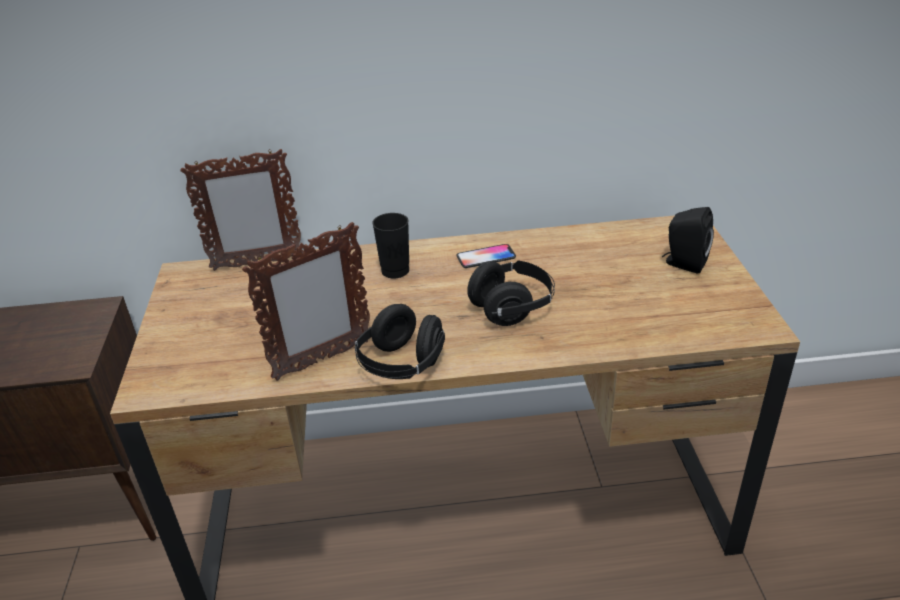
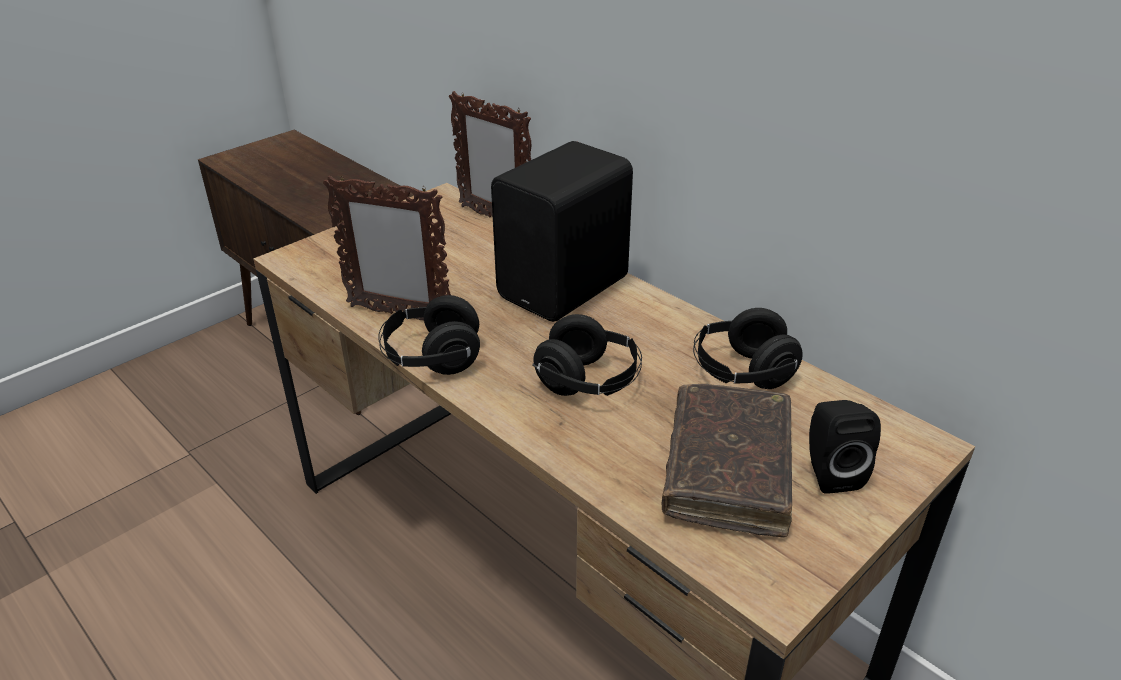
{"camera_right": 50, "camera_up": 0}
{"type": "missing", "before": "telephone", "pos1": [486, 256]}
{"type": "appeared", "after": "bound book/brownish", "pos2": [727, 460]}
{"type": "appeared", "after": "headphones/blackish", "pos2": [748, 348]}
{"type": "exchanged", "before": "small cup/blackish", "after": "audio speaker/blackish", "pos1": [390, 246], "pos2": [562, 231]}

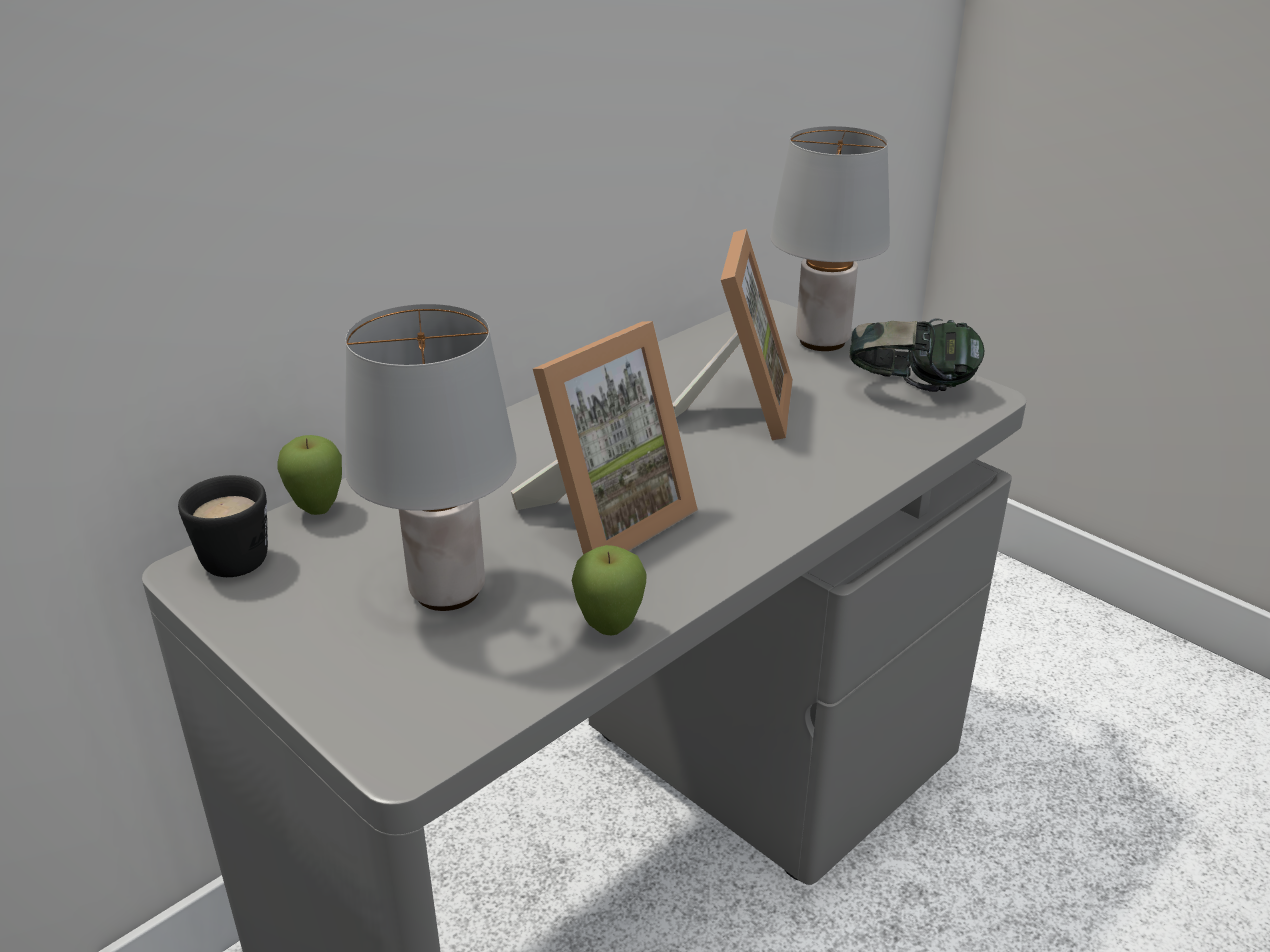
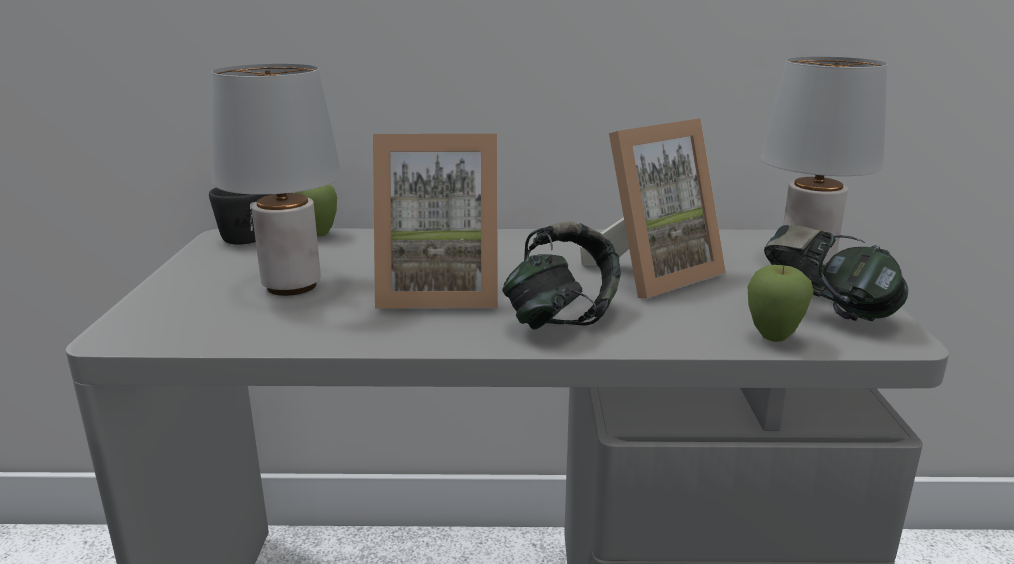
{"camera_right": 45, "camera_up": -10}
{"type": "appeared", "after": "headphones", "pos2": [561, 276]}
{"type": "relocated", "before": "apple", "pos1": [609, 590], "pos2": [781, 303]}

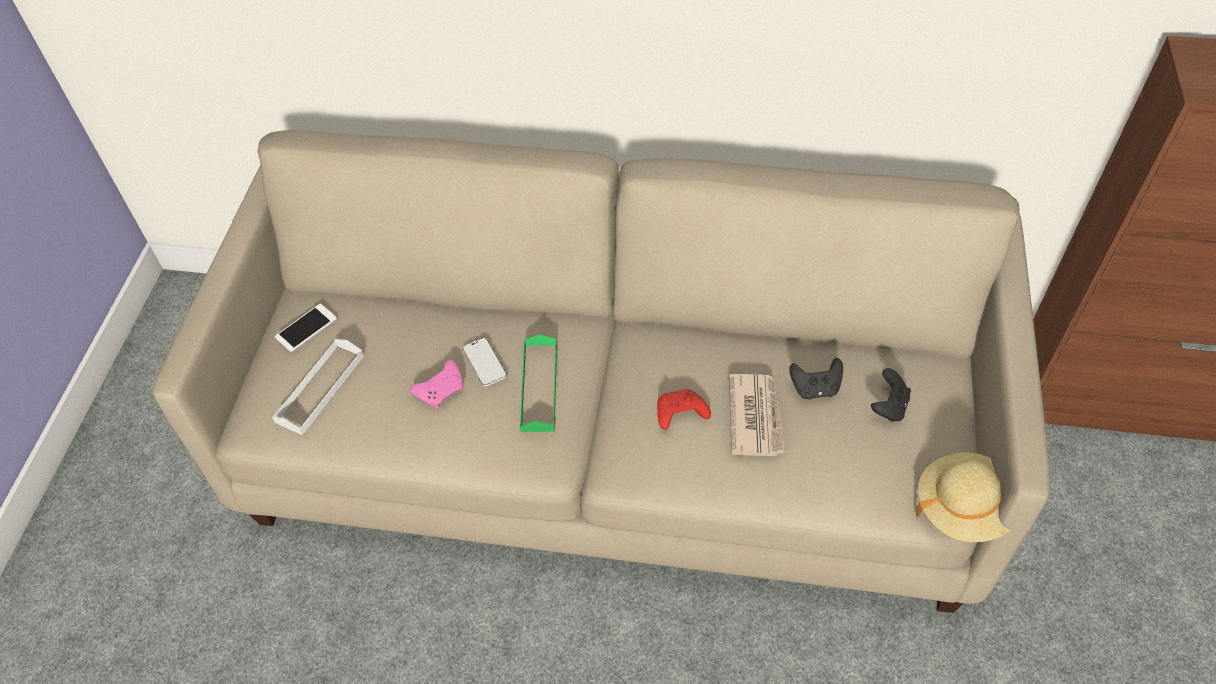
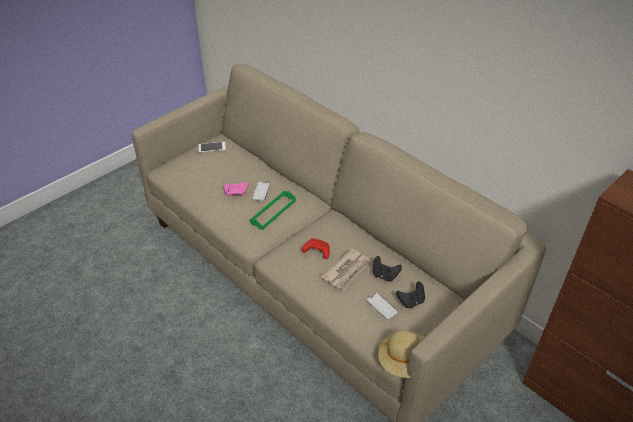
{"camera_right": 35, "camera_up": -10}
{"type": "missing", "before": "carrying tray/white-coloured", "pos1": [318, 387]}
{"type": "appeared", "after": "telephone", "pos2": [382, 306]}

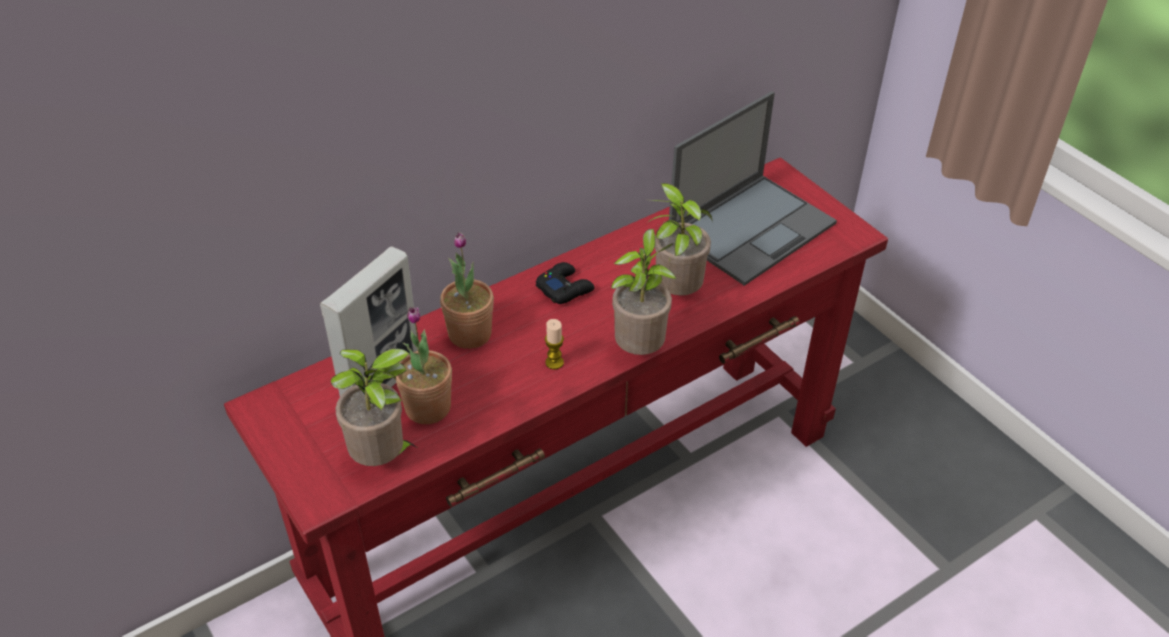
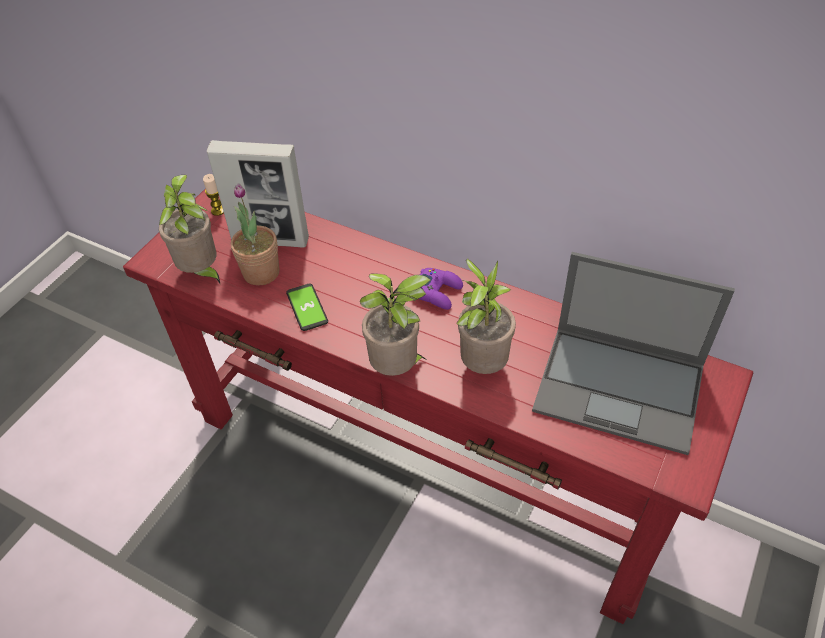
{"camera_right": 65, "camera_up": 5}
{"type": "missing", "before": "houseplant", "pos1": [467, 290]}
{"type": "appeared", "after": "telephone", "pos2": [307, 307]}
{"type": "relocated", "before": "wax candle", "pos1": [554, 344], "pos2": [213, 195]}
{"type": "colour", "before": "game controller/blackish", "after": "game controller/purple-coloured", "pos1": [565, 283], "pos2": [441, 289]}

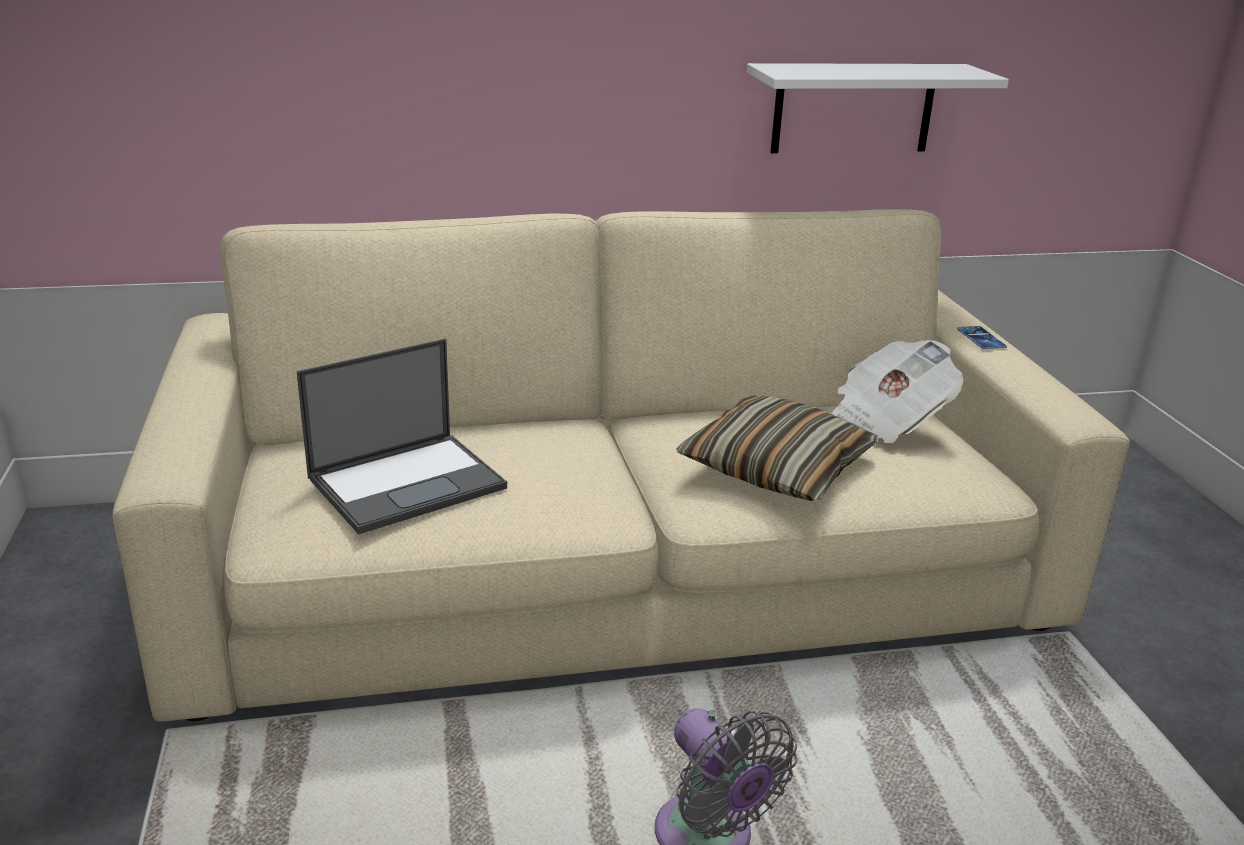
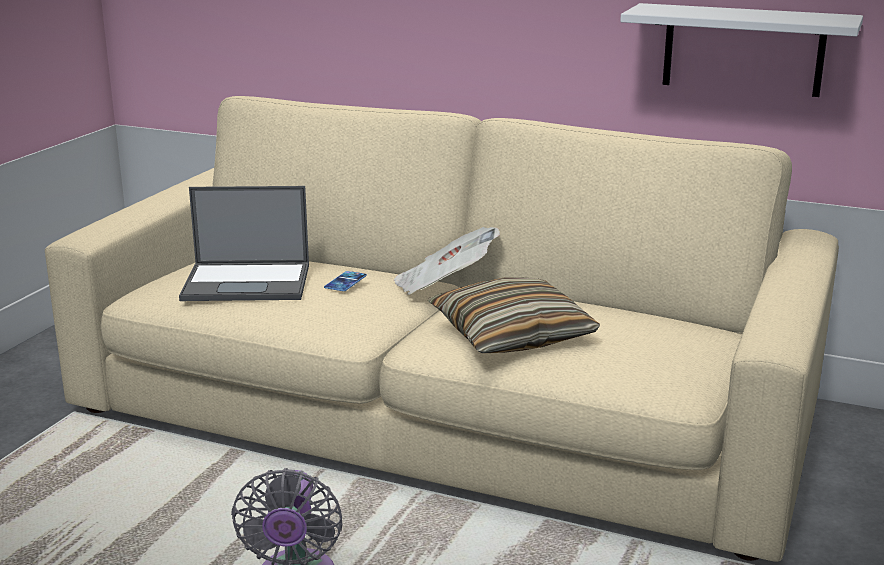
{"camera_right": 35, "camera_up": -5}
{"type": "relocated", "before": "printed paper", "pos1": [897, 391], "pos2": [447, 261]}
{"type": "relocated", "before": "telephone", "pos1": [982, 337], "pos2": [345, 281]}

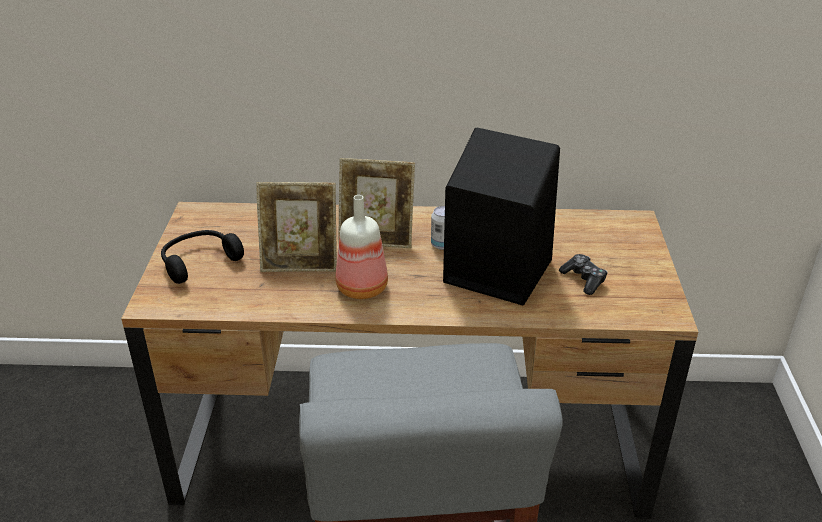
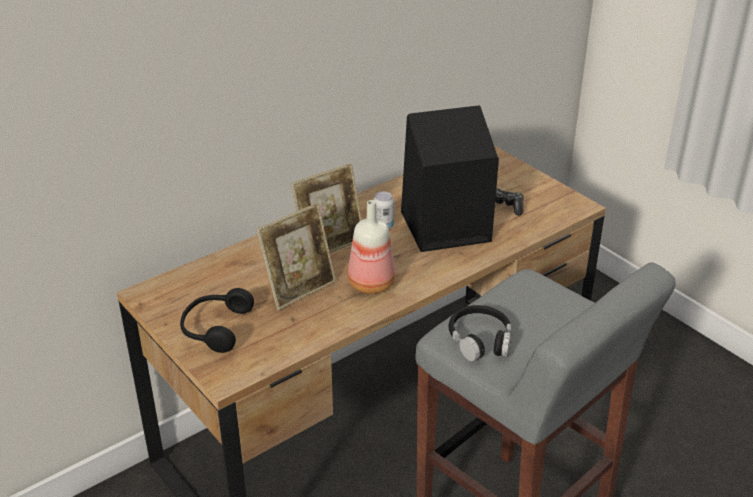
{"camera_right": -40, "camera_up": 0}
{"type": "appeared", "after": "headphones/blackish", "pos2": [480, 333]}

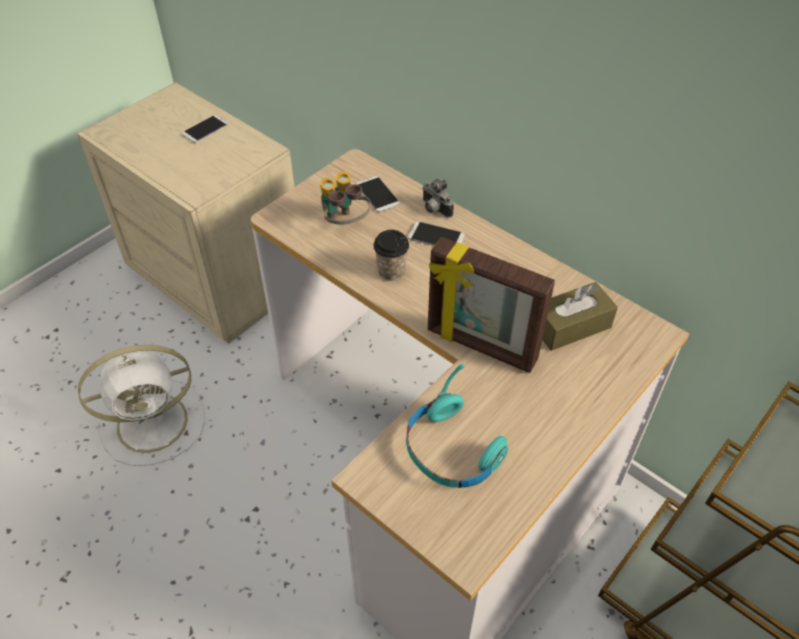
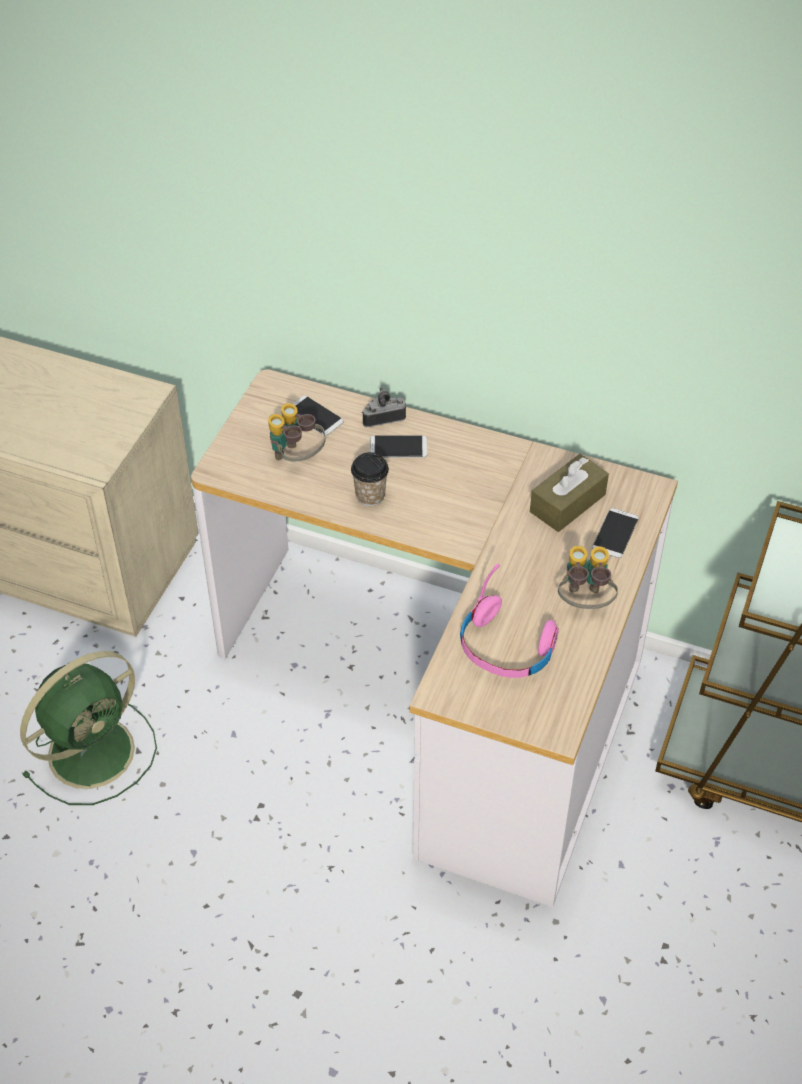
{"camera_right": -20, "camera_up": 0}
{"type": "missing", "before": "standing frame", "pos1": [491, 305]}
{"type": "appeared", "after": "binoculars", "pos2": [588, 577]}
{"type": "relocated", "before": "telephone", "pos1": [205, 129], "pos2": [615, 533]}
{"type": "colour", "before": "electric fan/white-coloured", "after": "electric fan/green-coloured", "pos1": [141, 405], "pos2": [88, 728]}
{"type": "colour", "before": "headphones/blue-green", "after": "headphones/pinkish", "pos1": [457, 426], "pos2": [509, 621]}
{"type": "spun", "before": "still camera", "pos1": [438, 198], "pos2": [384, 407], "turn": 135}

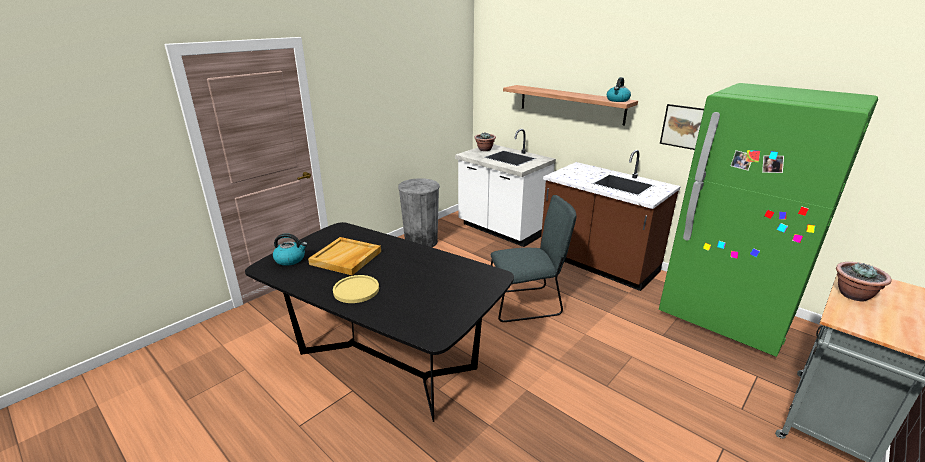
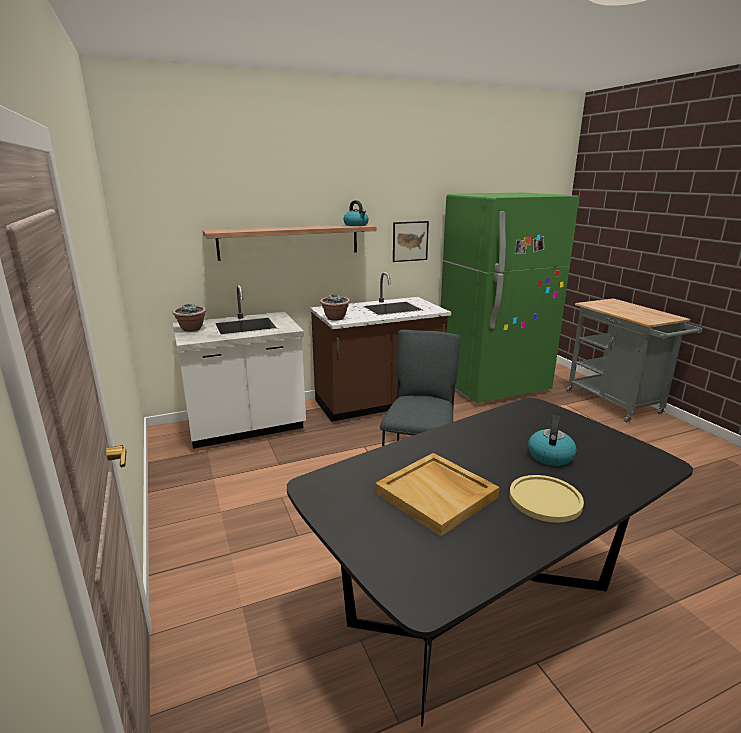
{"camera_right": -65, "camera_up": -5}
{"type": "missing", "before": "trash can/greyish", "pos1": [419, 212]}
{"type": "relocated", "before": "tea kettle", "pos1": [290, 249], "pos2": [552, 440]}
{"type": "relocated", "before": "houseplant", "pos1": [863, 281], "pos2": [335, 307]}

